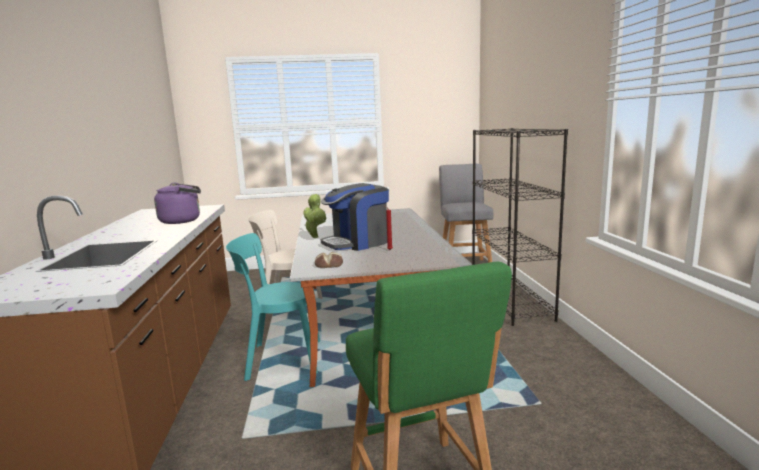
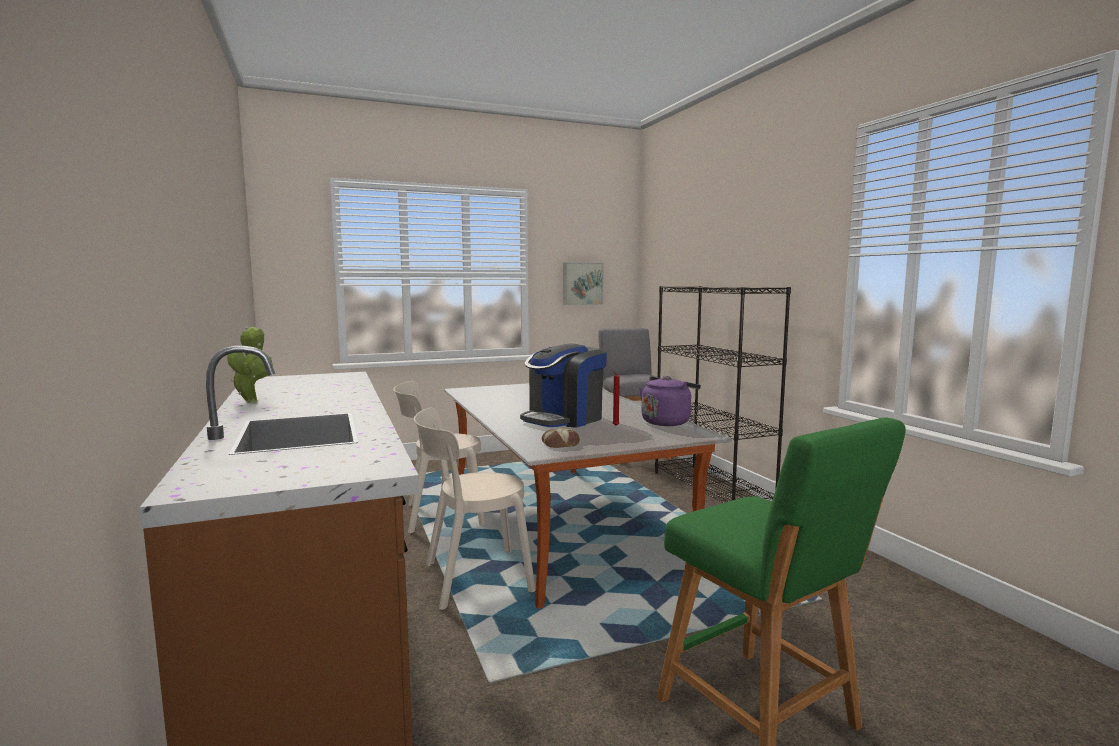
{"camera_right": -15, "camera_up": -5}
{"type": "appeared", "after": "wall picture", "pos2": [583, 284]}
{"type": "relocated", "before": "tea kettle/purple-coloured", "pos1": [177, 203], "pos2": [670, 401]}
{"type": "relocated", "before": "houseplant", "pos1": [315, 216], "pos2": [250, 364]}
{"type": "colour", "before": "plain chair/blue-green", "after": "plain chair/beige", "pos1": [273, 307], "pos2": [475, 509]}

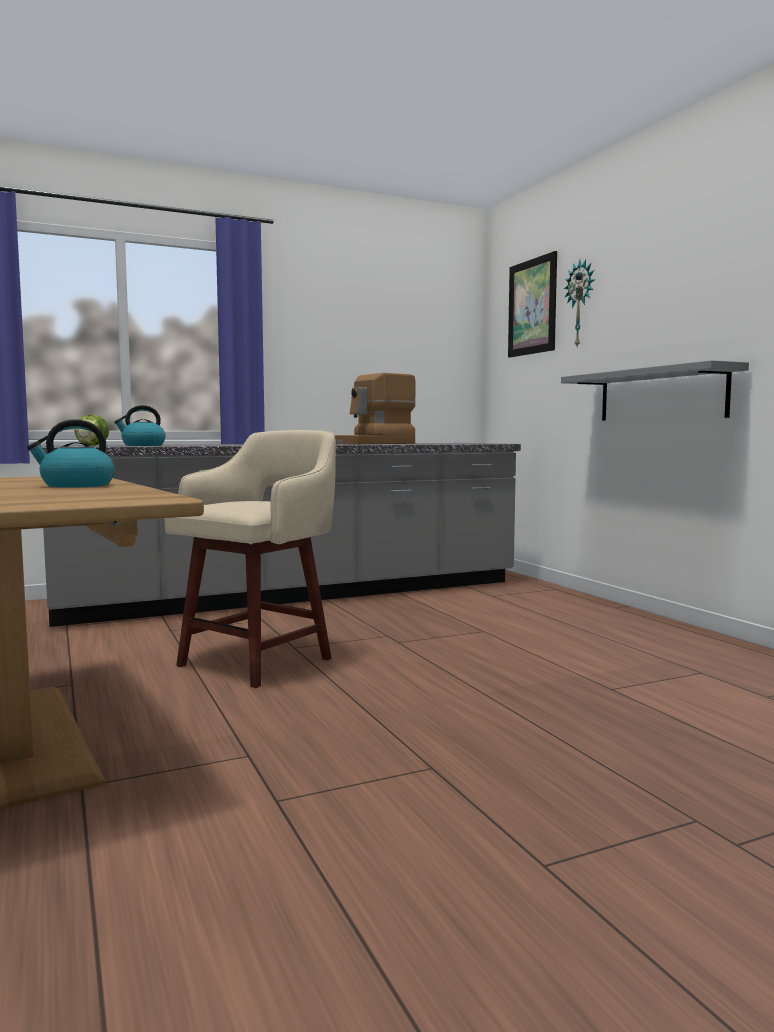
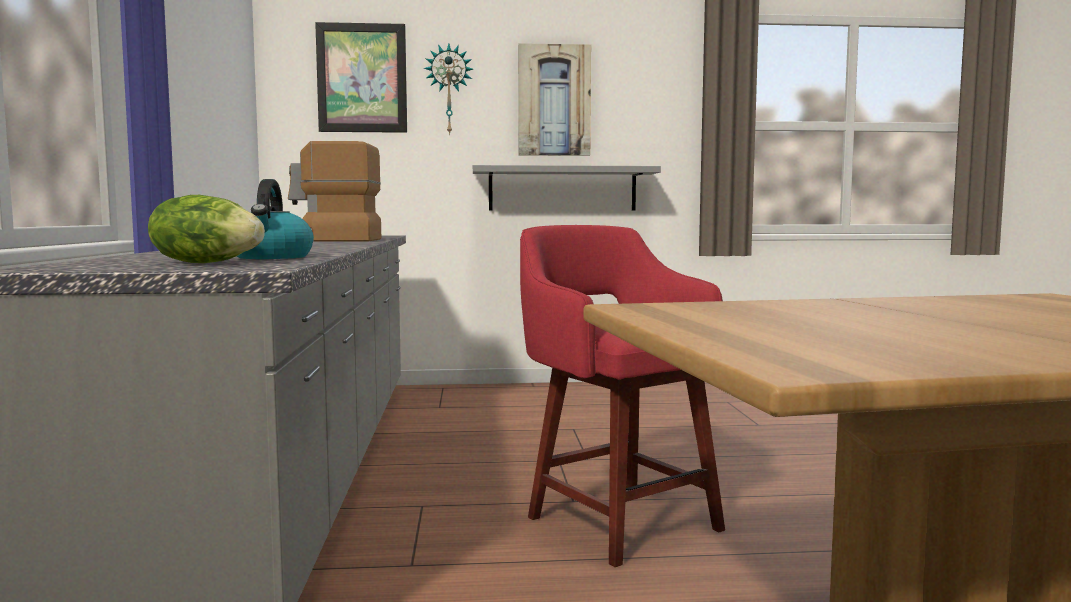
{"camera_right": -70, "camera_up": 0}
{"type": "missing", "before": "tea kettle", "pos1": [71, 453]}
{"type": "appeared", "after": "wall picture", "pos2": [554, 99]}
{"type": "colour", "before": "stool seat/beige", "after": "stool seat/reddish", "pos1": [250, 559], "pos2": [622, 396]}
{"type": "spun", "before": "coffee brewer", "pos1": [375, 408], "pos2": [334, 191], "turn": 105}

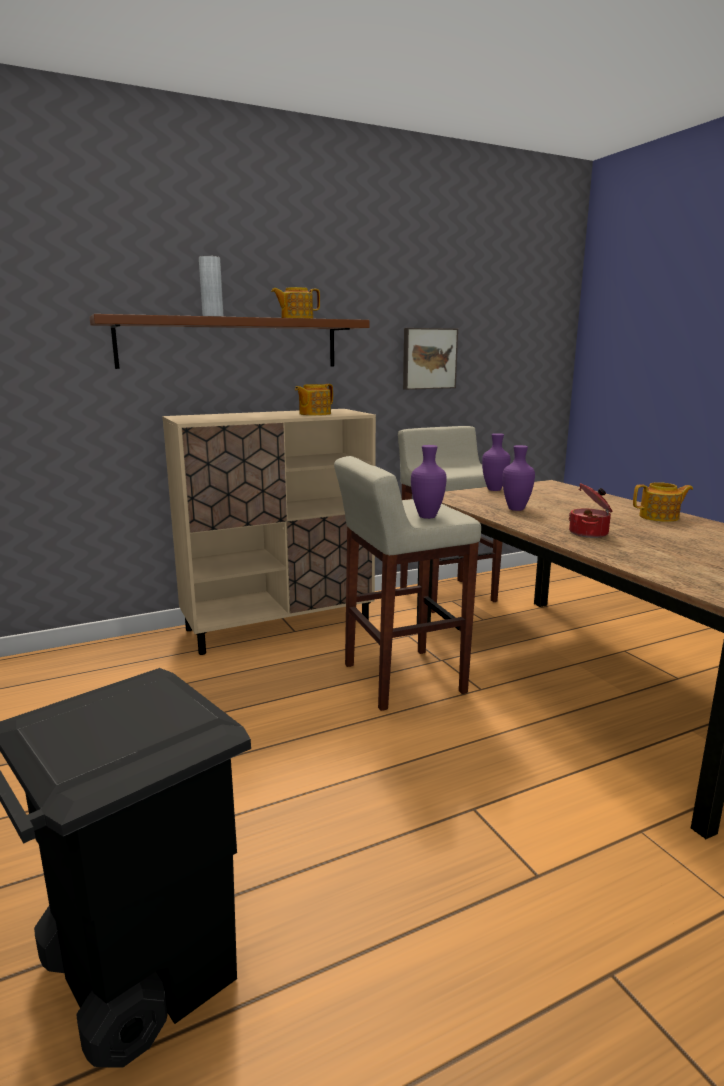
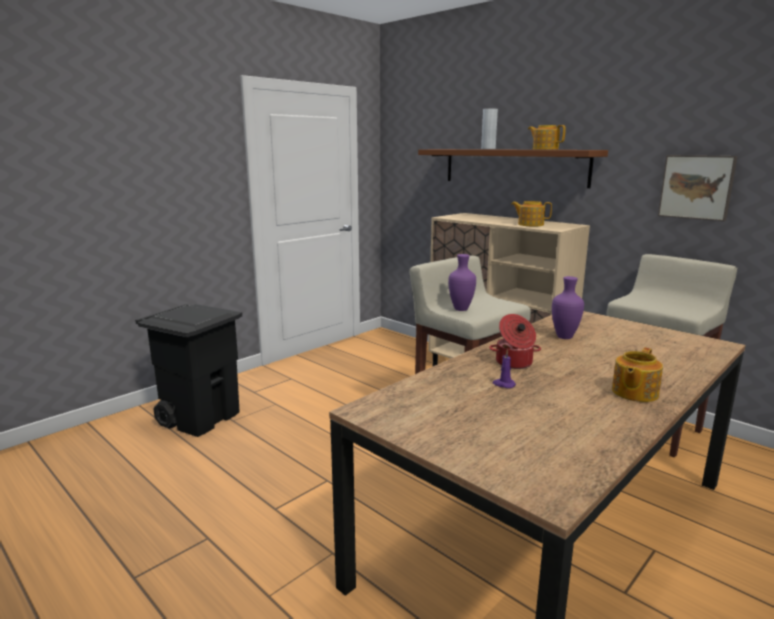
{"camera_right": 70, "camera_up": 0}
{"type": "missing", "before": "flower vase/purple-coloured", "pos1": [496, 462]}
{"type": "appeared", "after": "wax candle/purple-coloured", "pos2": [504, 369]}
{"type": "spun", "before": "tea pot", "pos1": [663, 502], "pos2": [637, 375], "turn": 60}

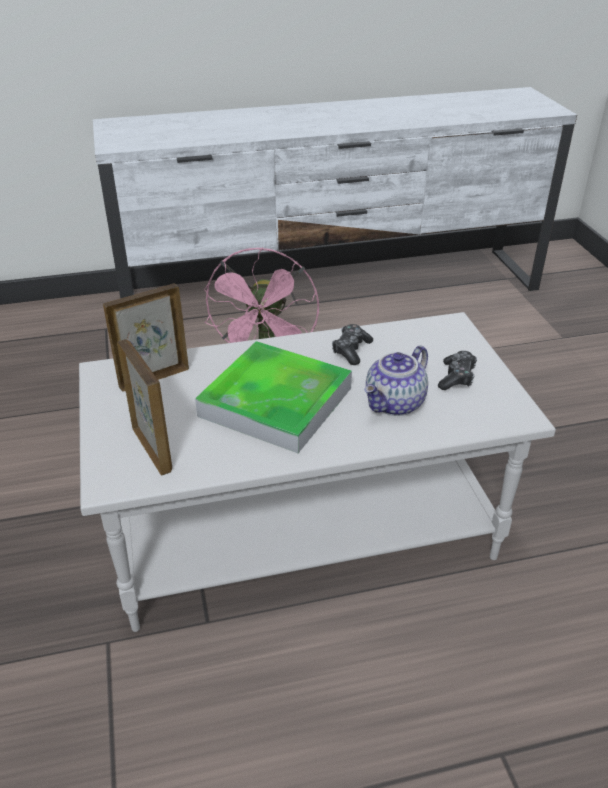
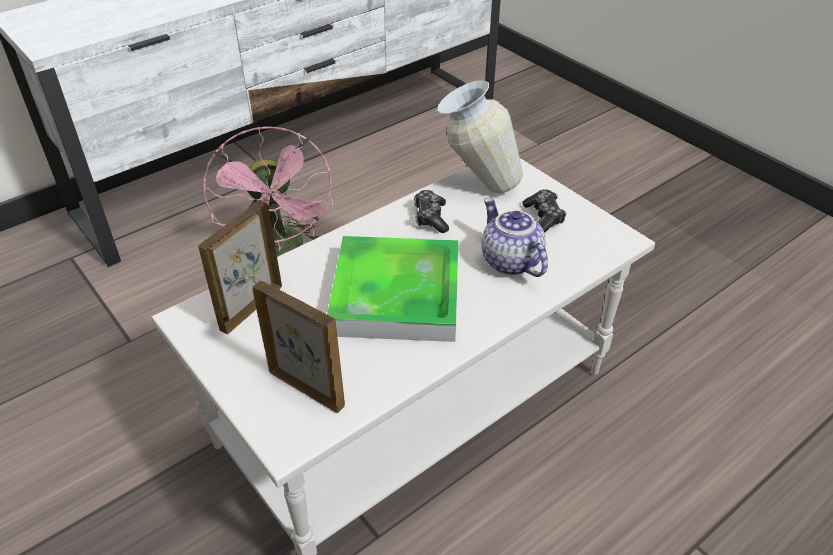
{"camera_right": -25, "camera_up": 5}
{"type": "appeared", "after": "flower vase", "pos2": [480, 137]}
{"type": "spun", "before": "tea pot", "pos1": [396, 380], "pos2": [514, 237], "turn": 135}

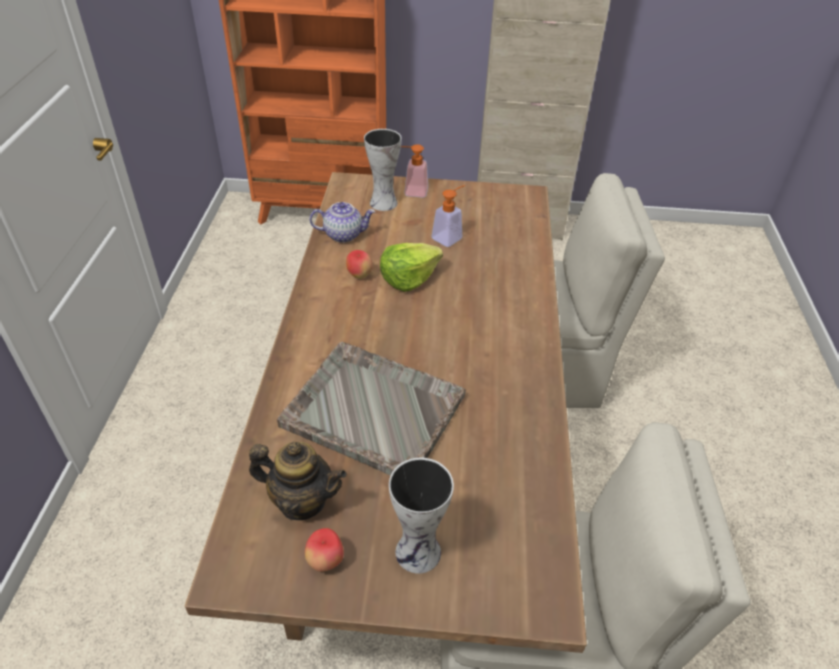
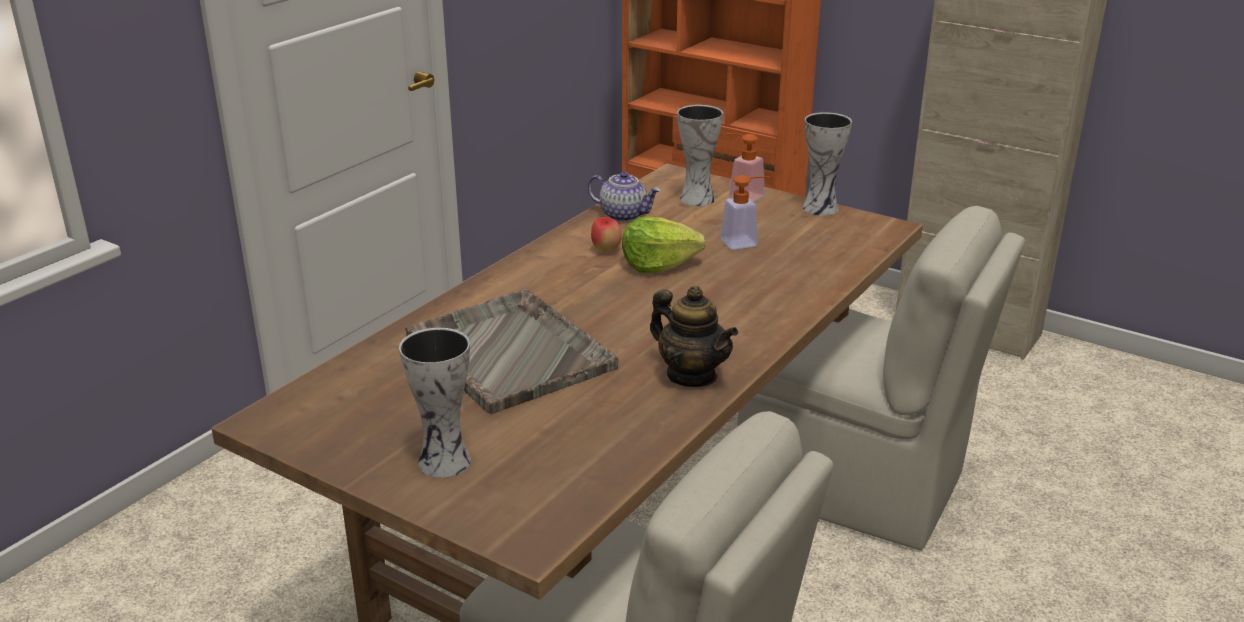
{"camera_right": 30, "camera_up": -15}
{"type": "missing", "before": "apple", "pos1": [324, 550]}
{"type": "appeared", "after": "flower vase", "pos2": [827, 164]}
{"type": "relocated", "before": "tea pot", "pos1": [298, 481], "pos2": [694, 336]}

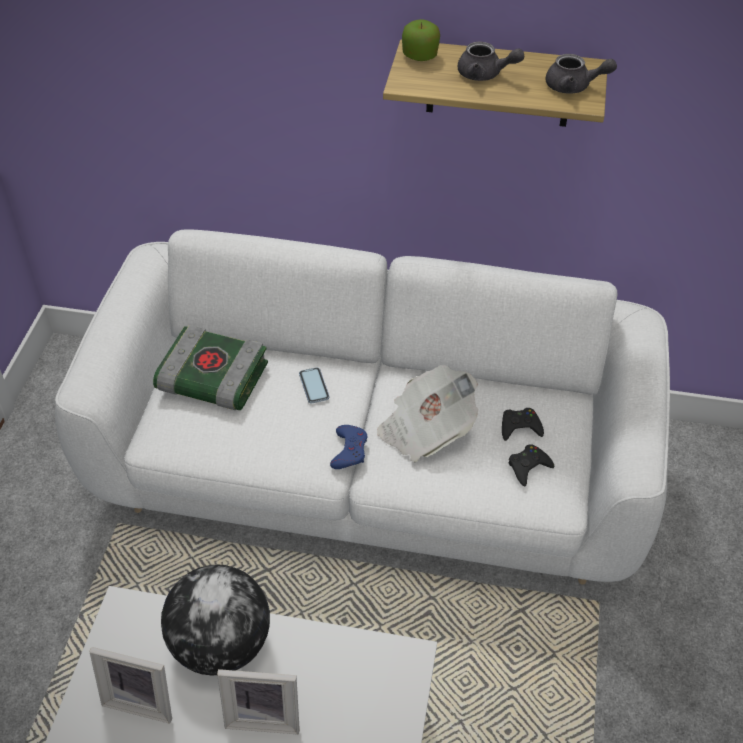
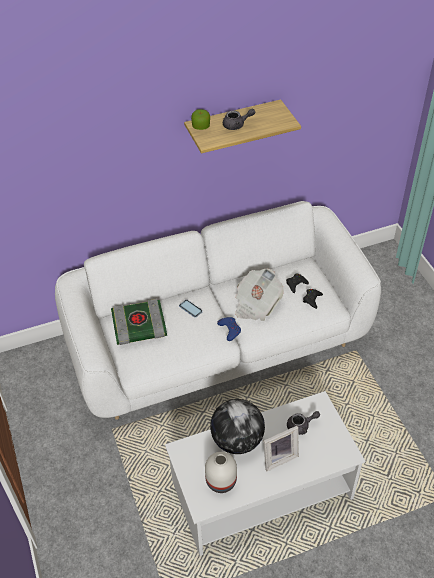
{"camera_right": -30, "camera_up": 0}
{"type": "relocated", "before": "tea pot/greyish", "pos1": [581, 74], "pos2": [303, 423]}
{"type": "exchanged", "before": "standing frame", "after": "flower vase/white-coloured", "pos1": [130, 685], "pos2": [221, 472]}

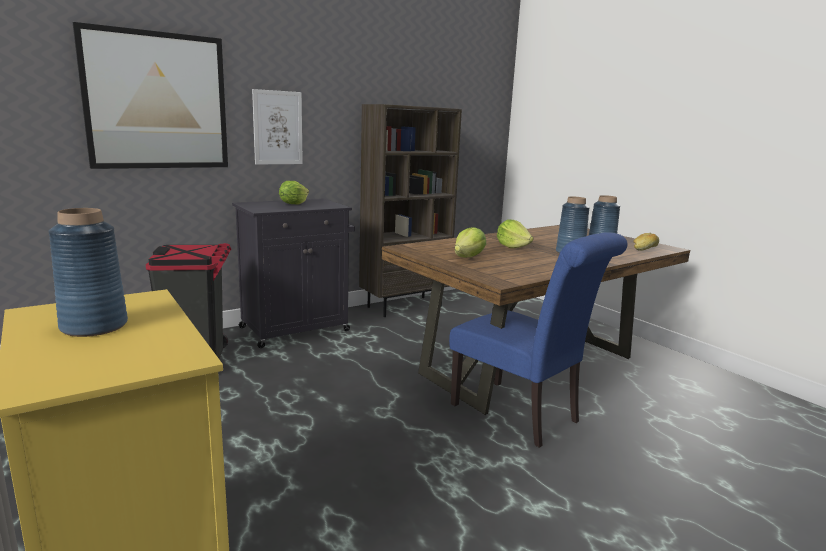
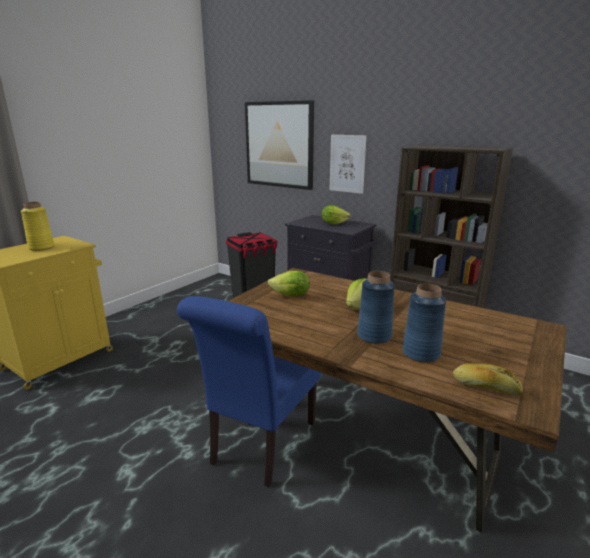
{"camera_right": 70, "camera_up": 5}
{"type": "colour", "before": "flower vase/blue", "after": "flower vase/yellow-coloured", "pos1": [88, 272], "pos2": [37, 226]}

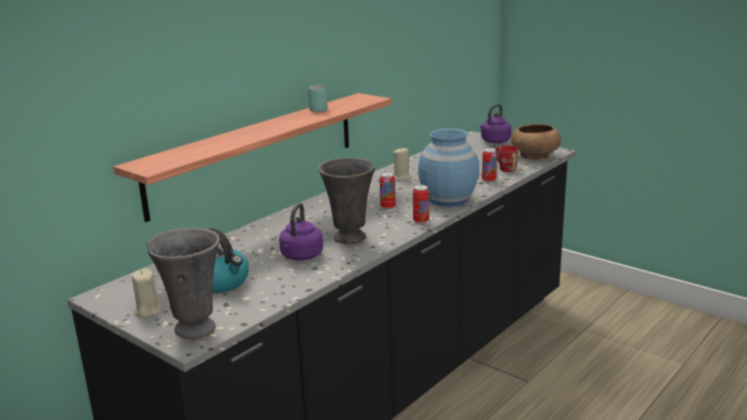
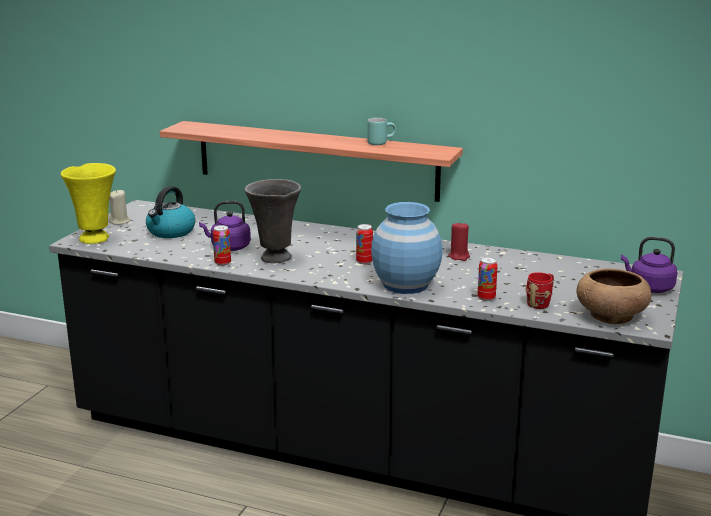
{"camera_right": 70, "camera_up": 0}
{"type": "relocated", "before": "can", "pos1": [421, 204], "pos2": [222, 245]}
{"type": "colour", "before": "flower vase/greyish", "after": "flower vase/yellow-coloured", "pos1": [183, 283], "pos2": [88, 203]}
{"type": "colour", "before": "wax candle/beige", "after": "wax candle/reddish", "pos1": [402, 163], "pos2": [459, 241]}

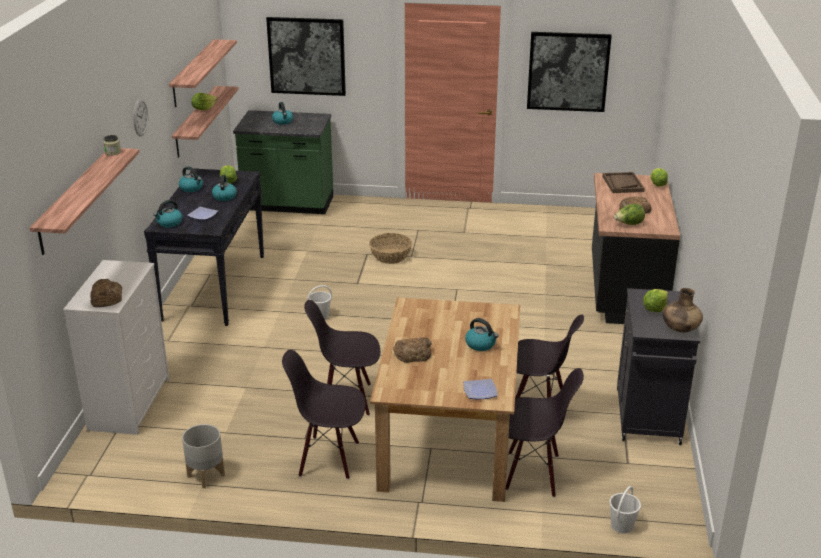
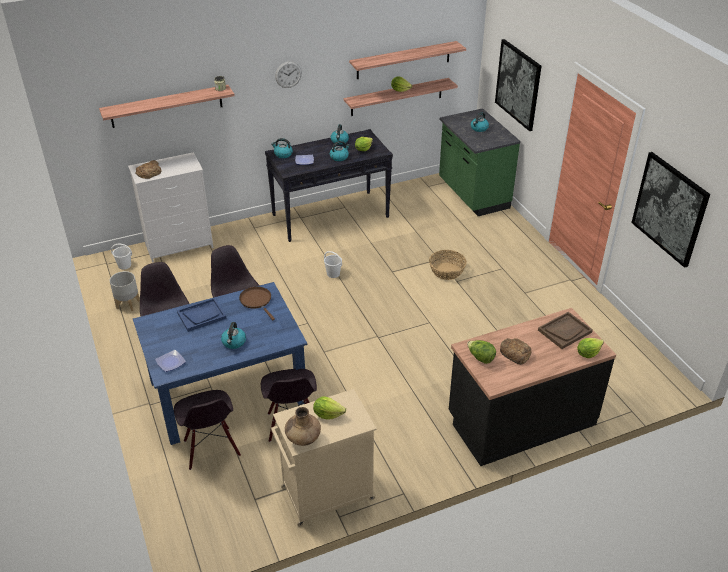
{"camera_right": 60, "camera_up": 10}
{"type": "appeared", "after": "pan/brownish", "pos2": [257, 303]}
{"type": "relocated", "before": "bucket/white-coloured", "pos1": [625, 510], "pos2": [121, 257]}
{"type": "exchanged", "before": "bakery bread", "after": "carrying tray/blue", "pos1": [412, 350], "pos2": [202, 315]}
{"type": "colour", "before": "kitchen table/brownish", "after": "kitchen table/blue", "pos1": [445, 399], "pos2": [220, 363]}
{"type": "colour", "before": "cupboard/blackish", "after": "cupboard/beige", "pos1": [658, 366], "pos2": [324, 457]}

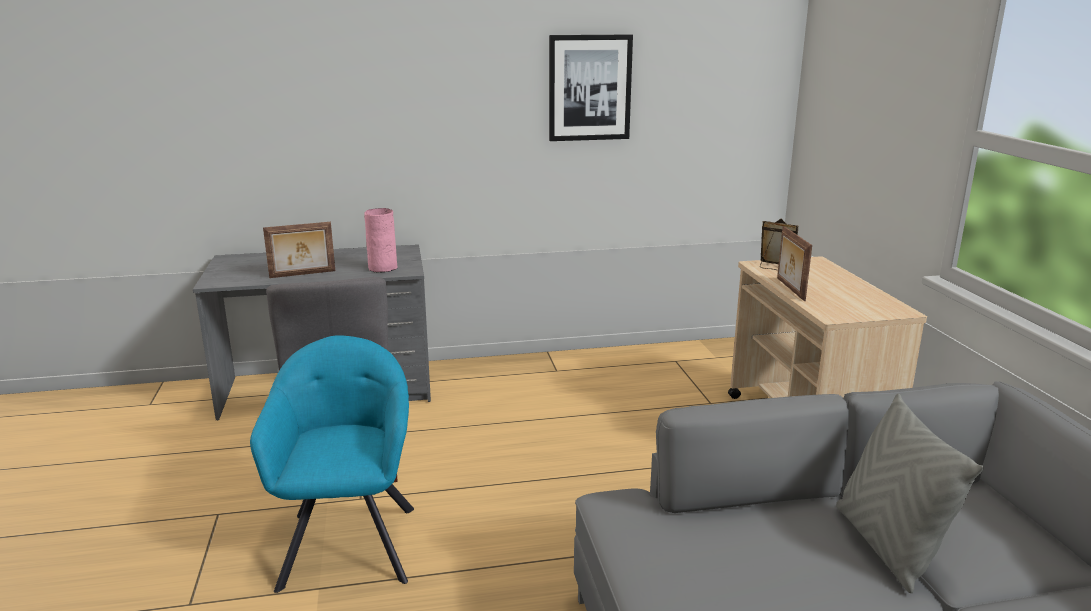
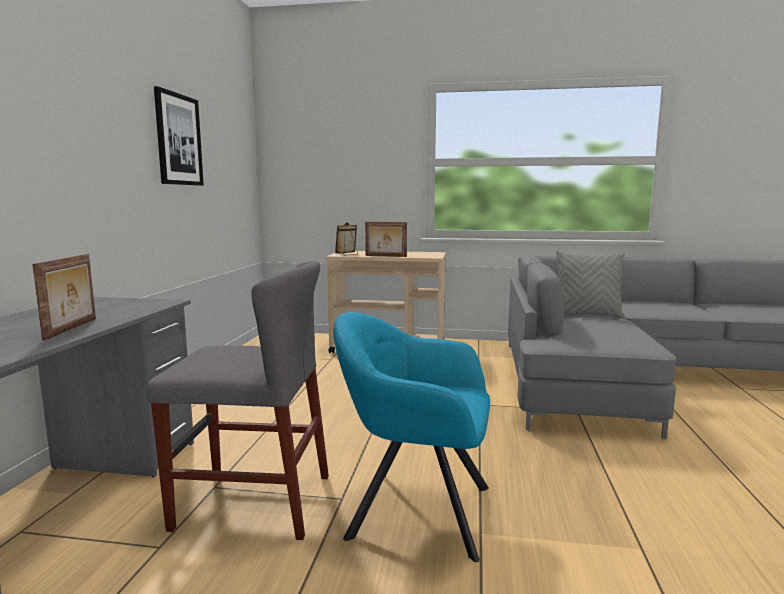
{"camera_right": -70, "camera_up": -10}
{"type": "missing", "before": "flower vase/pinkish", "pos1": [381, 240]}

